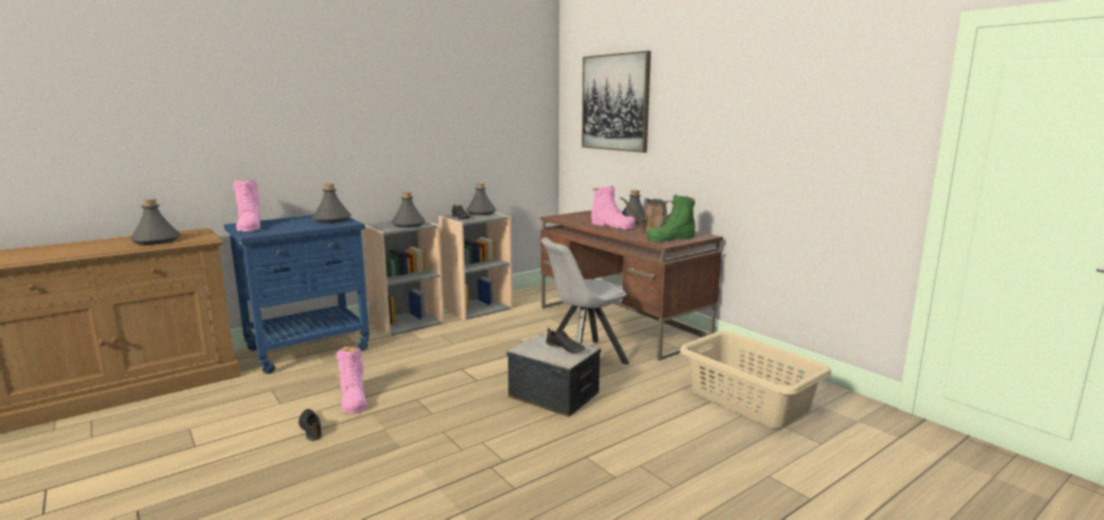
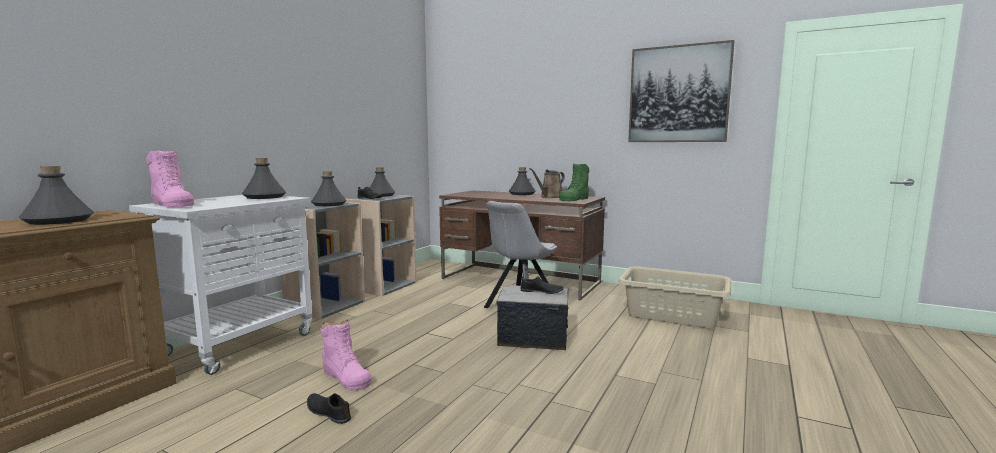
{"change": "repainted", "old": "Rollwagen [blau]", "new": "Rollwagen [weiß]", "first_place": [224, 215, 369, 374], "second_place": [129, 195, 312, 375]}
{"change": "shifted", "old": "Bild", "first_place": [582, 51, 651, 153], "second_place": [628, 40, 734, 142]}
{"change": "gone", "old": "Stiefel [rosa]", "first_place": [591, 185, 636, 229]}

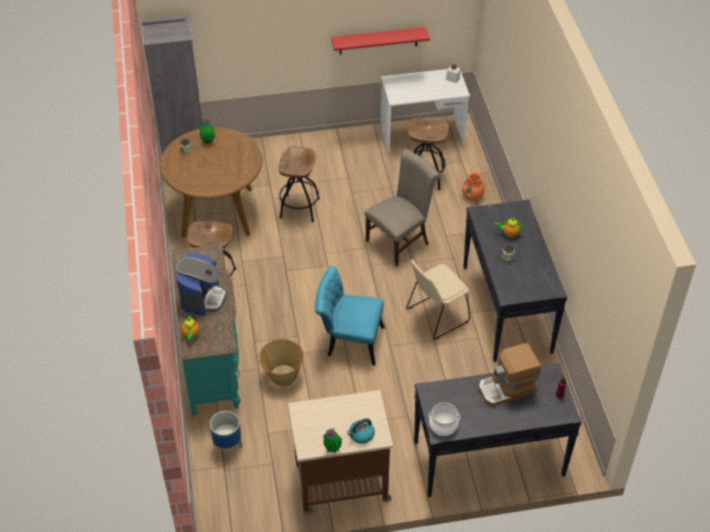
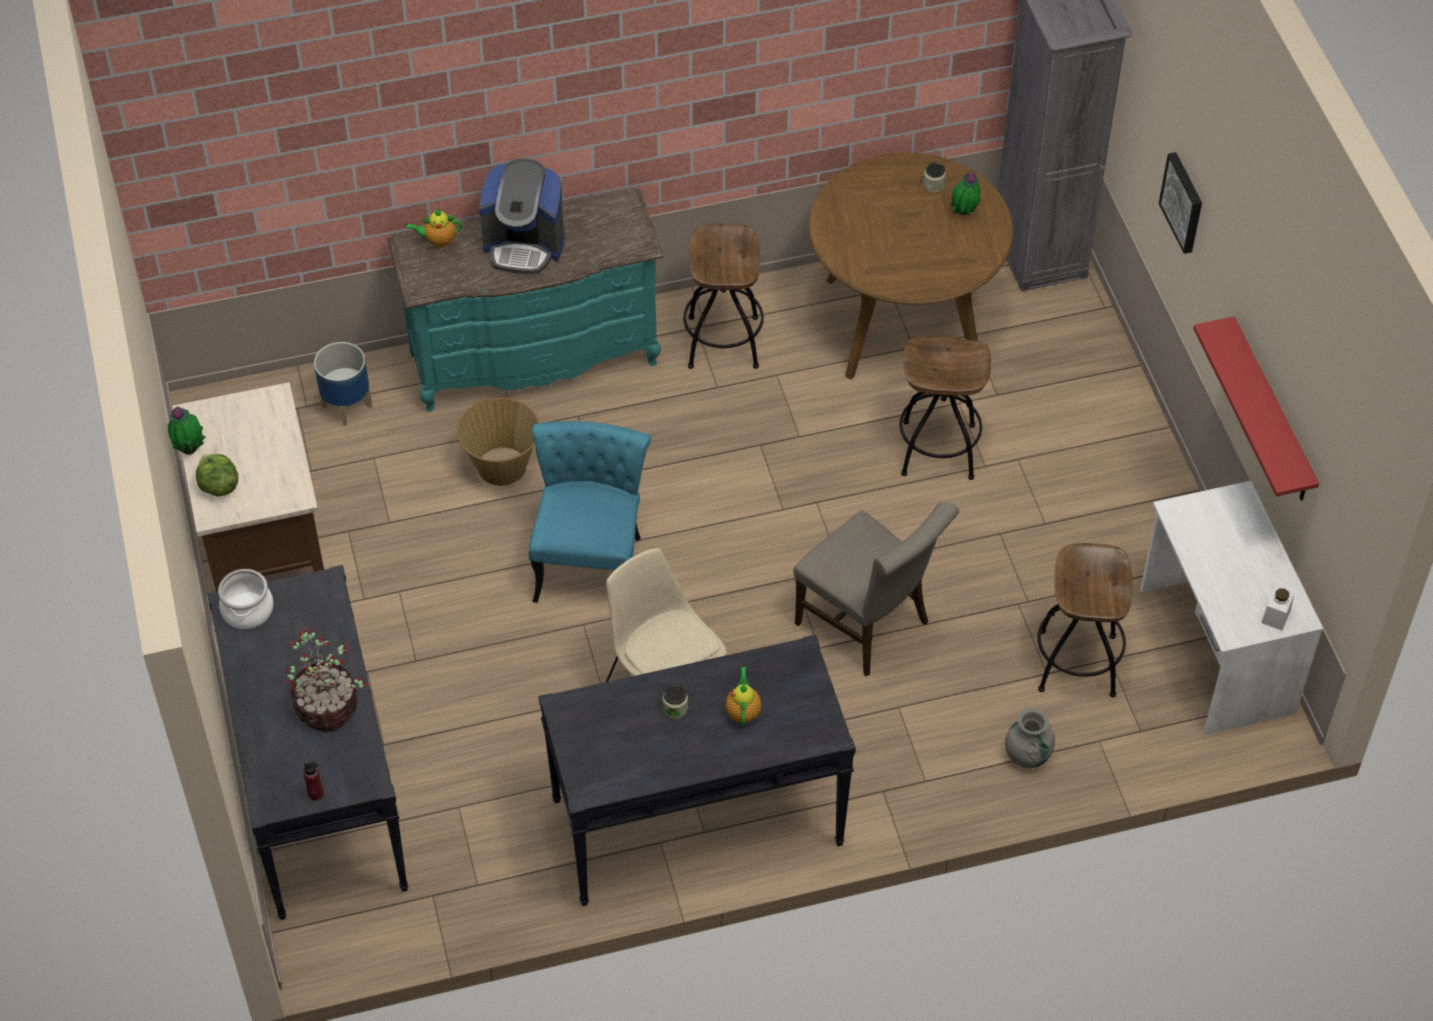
{"change": "swapped", "old": "Wasserkessel", "new": "Salatkopf", "first_place": [347, 418, 375, 444], "second_place": [196, 454, 238, 497]}
{"change": "repainted", "old": "Vase [orange]", "new": "Vase [grau]", "first_place": [462, 172, 485, 201], "second_place": [1005, 708, 1055, 768]}
{"change": "swapped", "old": "Kaffeemaschine", "new": "Topfpflanze", "first_place": [478, 343, 541, 407], "second_place": [285, 629, 368, 732]}
{"change": "new", "new": "Bild", "second_place": [1159, 152, 1202, 254]}

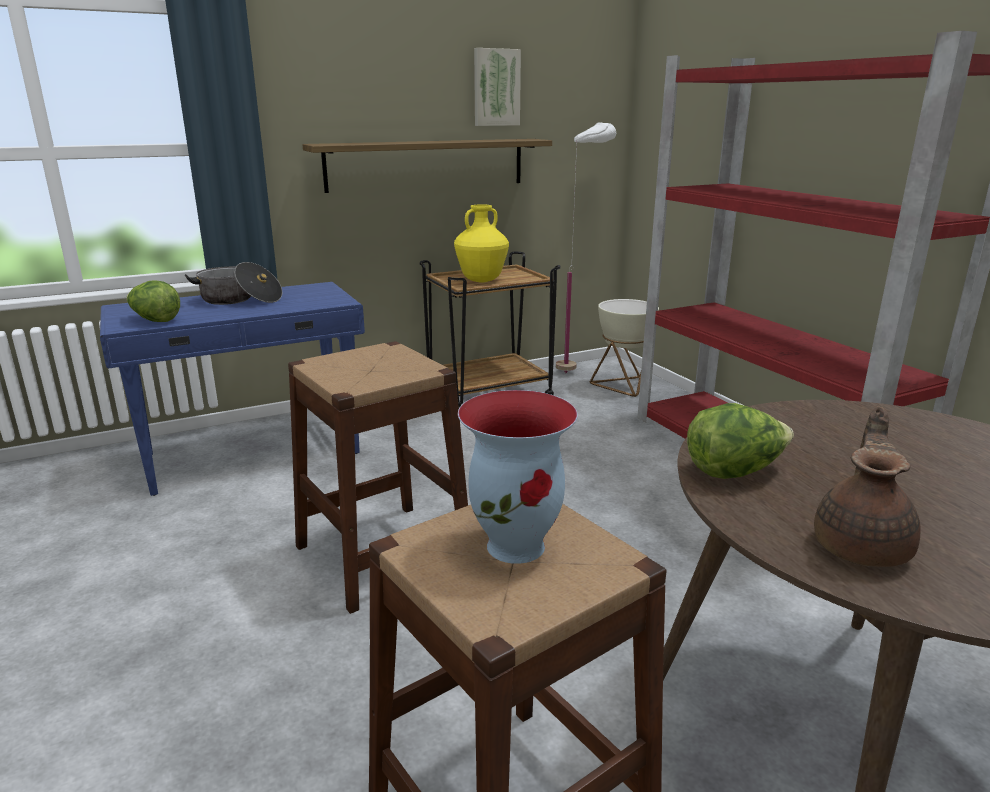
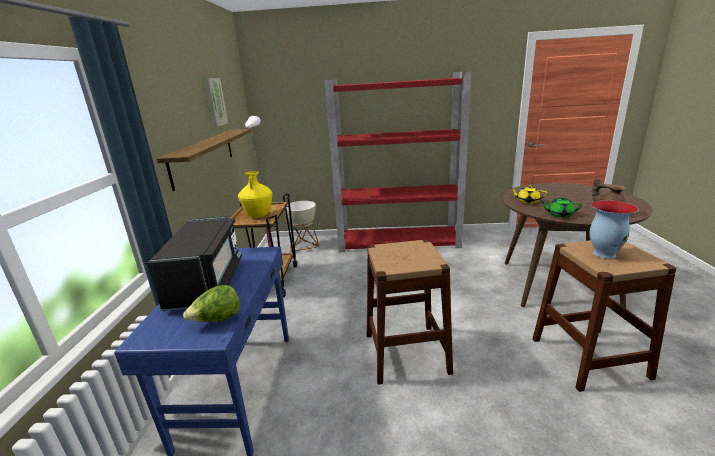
{"change": "swapped", "old": "Kochtopf", "new": "Mikrowelle [schwarz]", "first_place": [185, 262, 282, 305], "second_place": [147, 216, 242, 311]}
{"change": "swapped", "old": "Salatkopf", "new": "Teekanne [grün]", "first_place": [687, 403, 794, 479], "second_place": [541, 197, 582, 218]}
{"change": "new", "new": "Teekanne [gelb]", "second_place": [511, 185, 547, 204]}

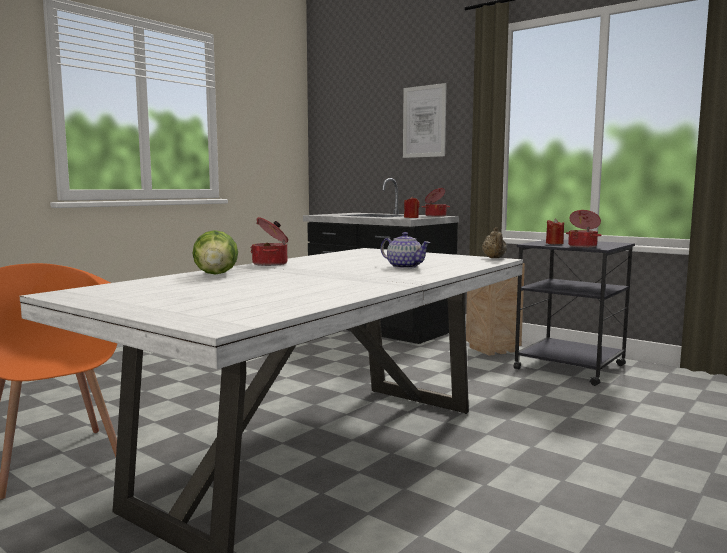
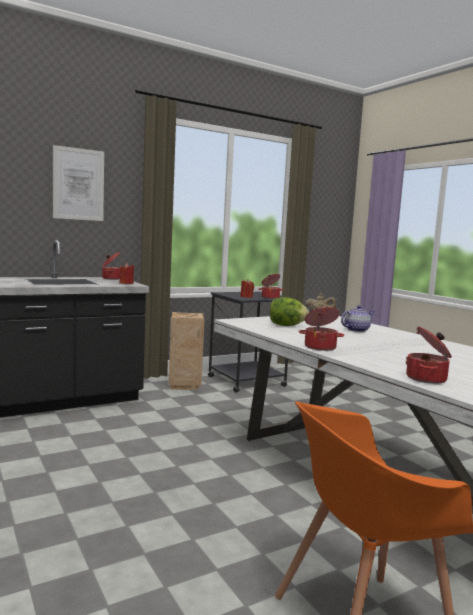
{"change": "shifted", "old": "Salatkopf", "first_place": [192, 230, 238, 275], "second_place": [270, 297, 309, 326]}
{"change": "new", "new": "Kochtopf", "second_place": [406, 327, 452, 384]}

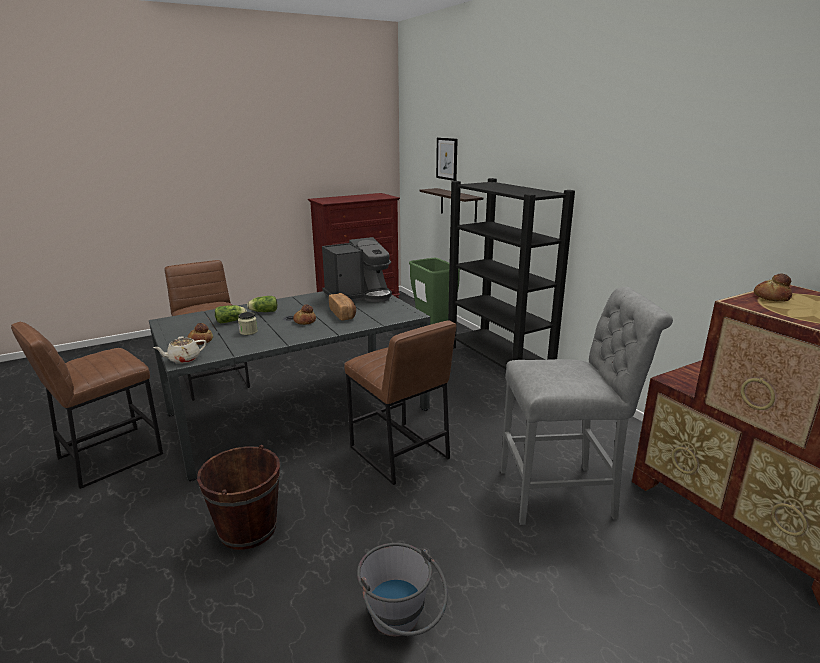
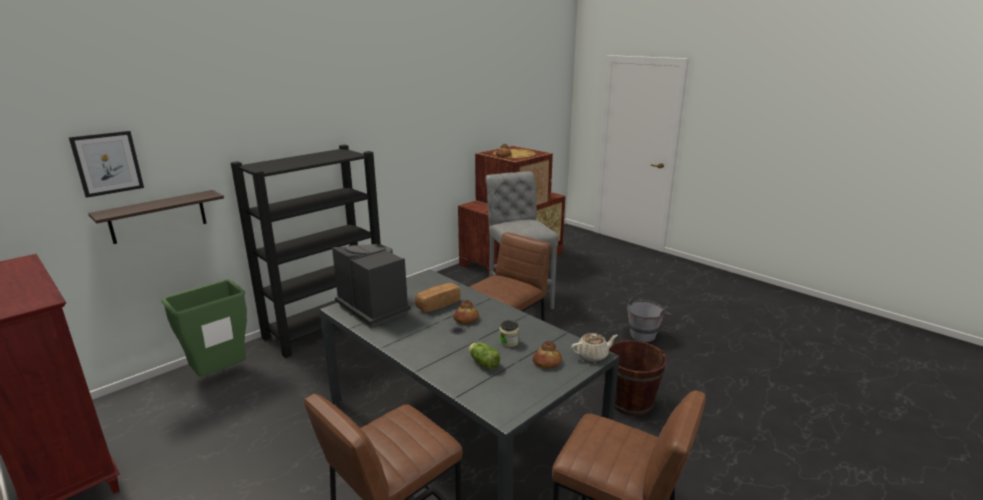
{"change": "rotated", "old": "Teekanne [beige]", "first_place": [153, 336, 207, 364], "second_place": [571, 333, 618, 362], "degrees": -60}
{"change": "gone", "old": "Salatkopf", "first_place": [247, 296, 277, 312]}

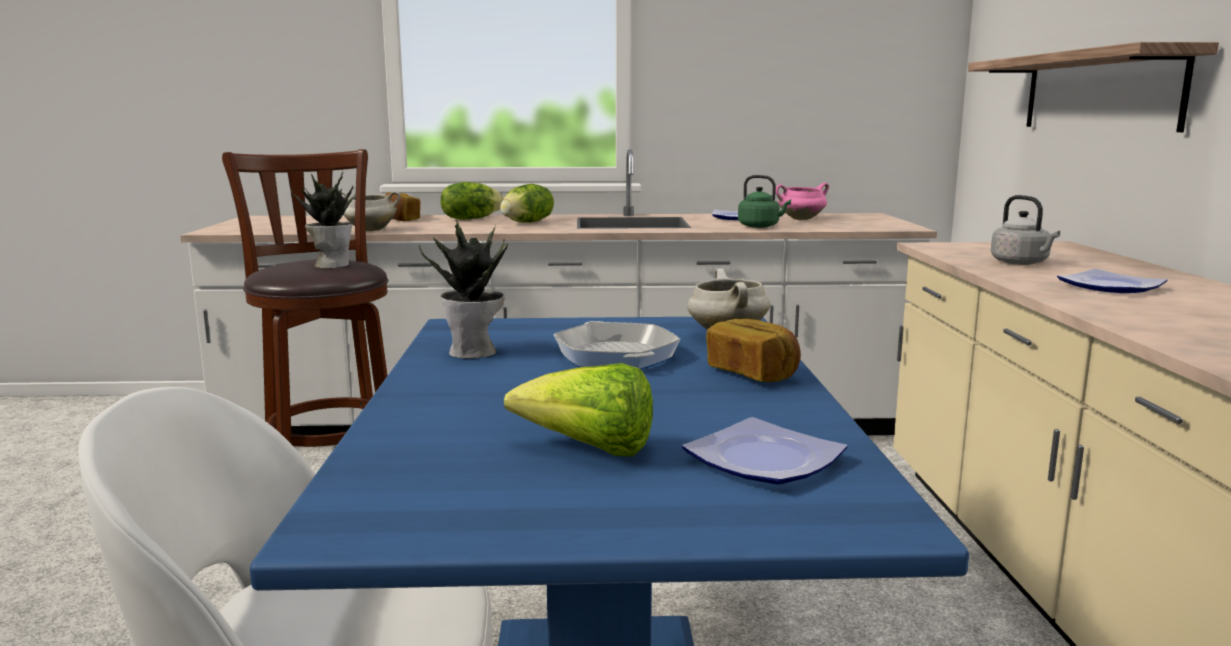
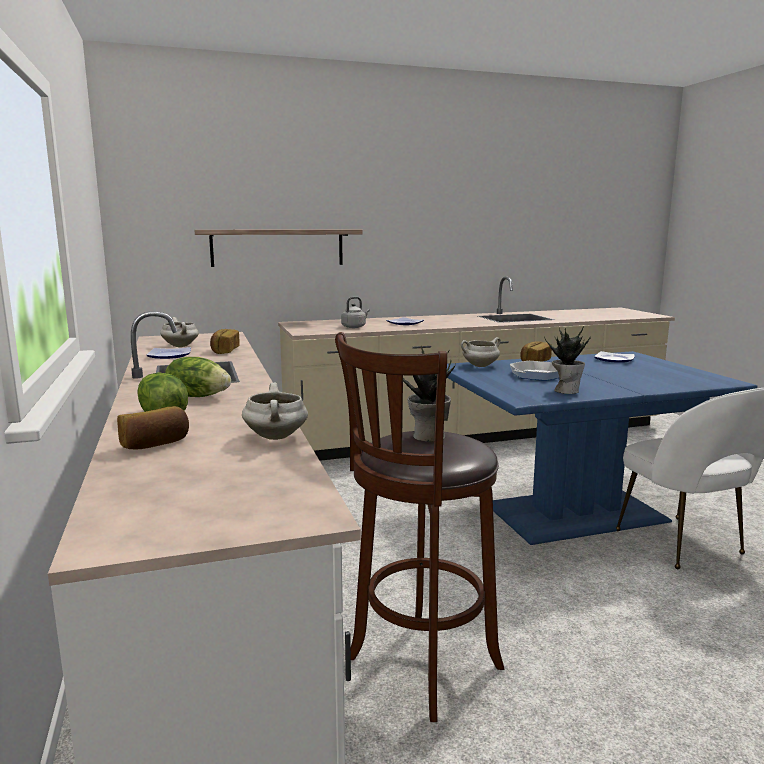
{"change": "gone", "old": "Salatkopf", "first_place": [504, 363, 653, 457]}
{"change": "swapped", "old": "Wasserkessel [grün]", "new": "Brot", "first_place": [738, 175, 791, 228], "second_place": [210, 329, 240, 354]}
{"change": "repainted", "old": "Kochtopf [rosa]", "new": "Kochtopf [weiß]", "first_place": [776, 183, 829, 220], "second_place": [160, 317, 199, 347]}

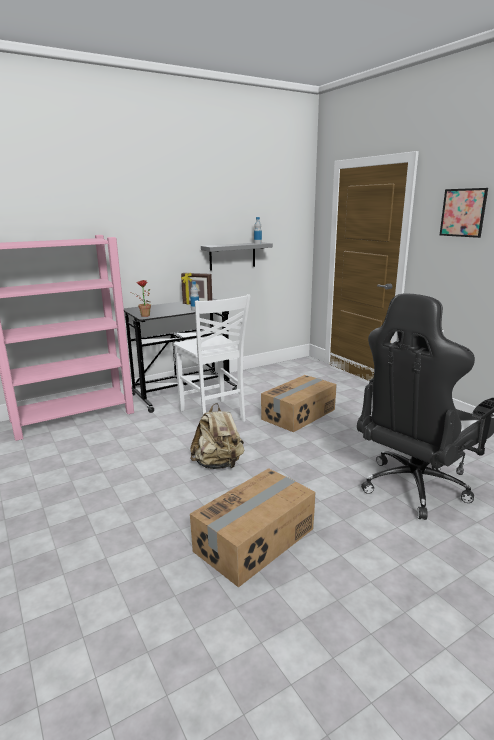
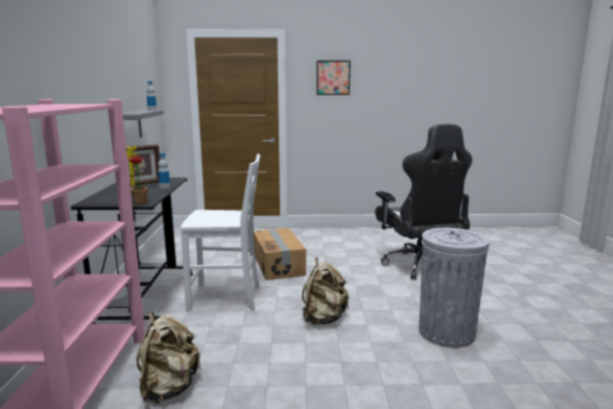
{"change": "swapped", "old": "Karton", "new": "Mülleimer [grau]", "first_place": [190, 468, 315, 588], "second_place": [419, 228, 490, 348]}
{"change": "new", "new": "Rucksack [beige]", "second_place": [136, 312, 201, 404]}

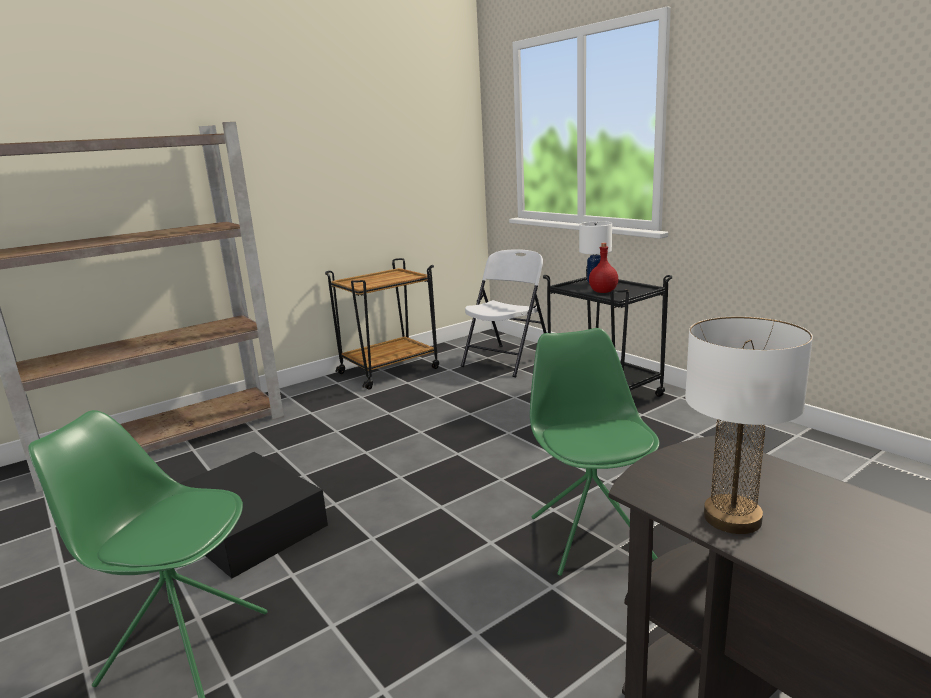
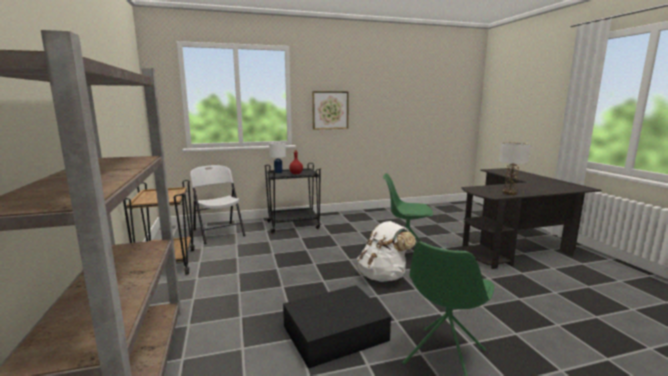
{"change": "new", "new": "Bild", "second_place": [312, 91, 349, 130]}
{"change": "new", "new": "Rucksack [weiß]", "second_place": [357, 221, 416, 282]}

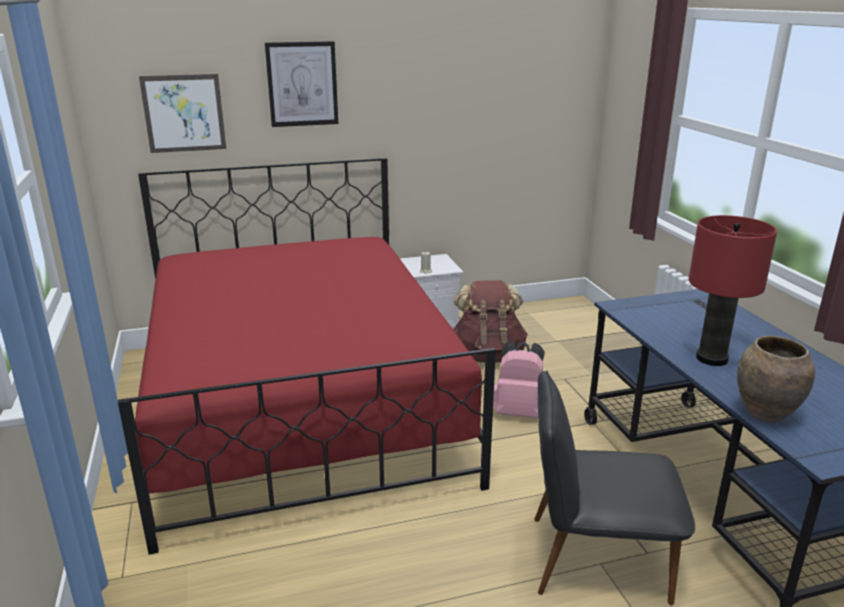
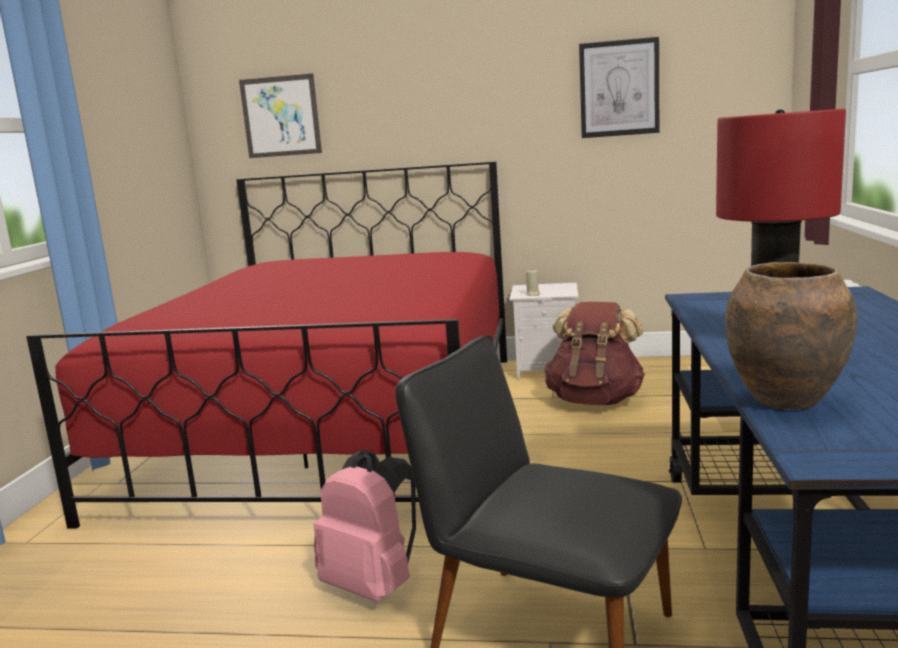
{"change": "shifted", "old": "Bild", "first_place": [265, 41, 338, 127], "second_place": [579, 37, 659, 138]}
{"change": "shifted", "old": "Rucksack [rosa]", "first_place": [493, 341, 545, 418], "second_place": [314, 450, 416, 602]}

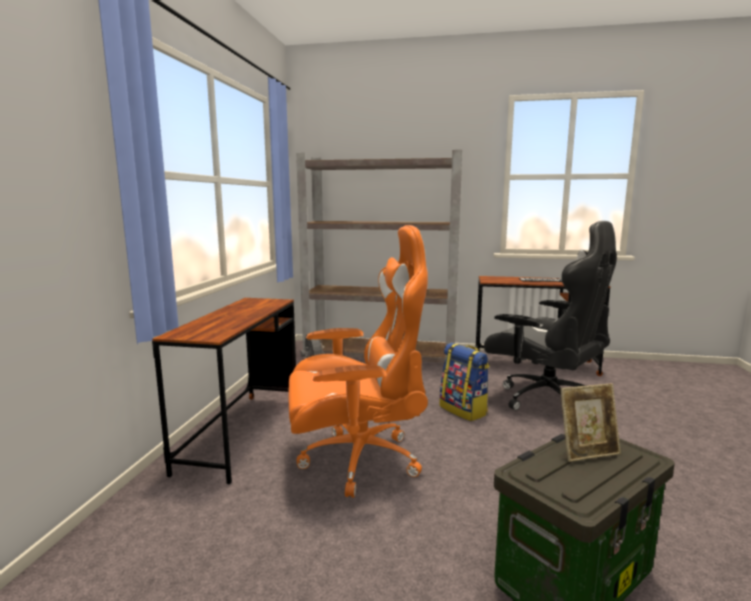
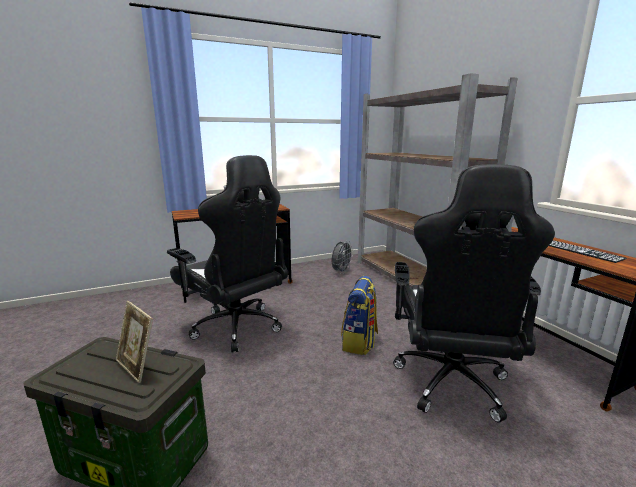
{"change": "repainted", "old": "Bürostuhl [orange]", "new": "Bürostuhl [schwarz]", "first_place": [289, 225, 428, 497], "second_place": [167, 155, 288, 352]}

